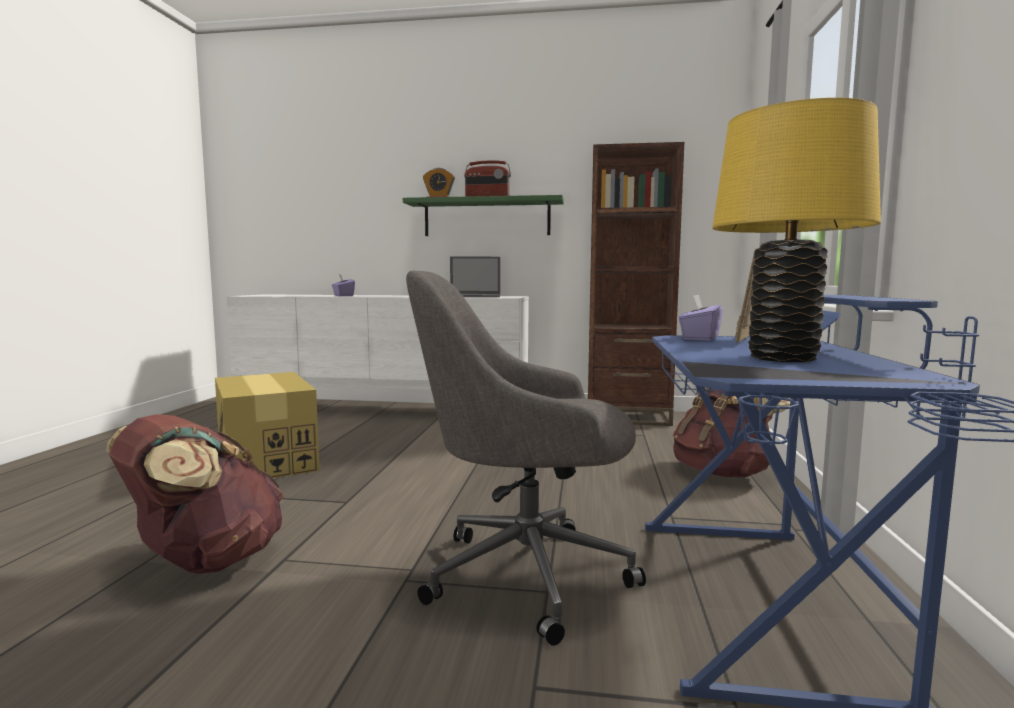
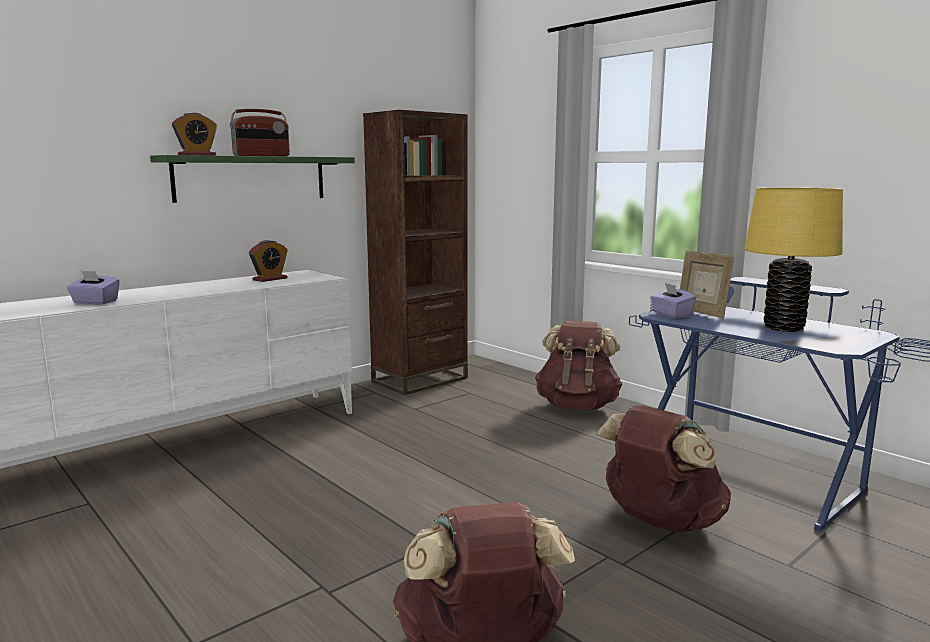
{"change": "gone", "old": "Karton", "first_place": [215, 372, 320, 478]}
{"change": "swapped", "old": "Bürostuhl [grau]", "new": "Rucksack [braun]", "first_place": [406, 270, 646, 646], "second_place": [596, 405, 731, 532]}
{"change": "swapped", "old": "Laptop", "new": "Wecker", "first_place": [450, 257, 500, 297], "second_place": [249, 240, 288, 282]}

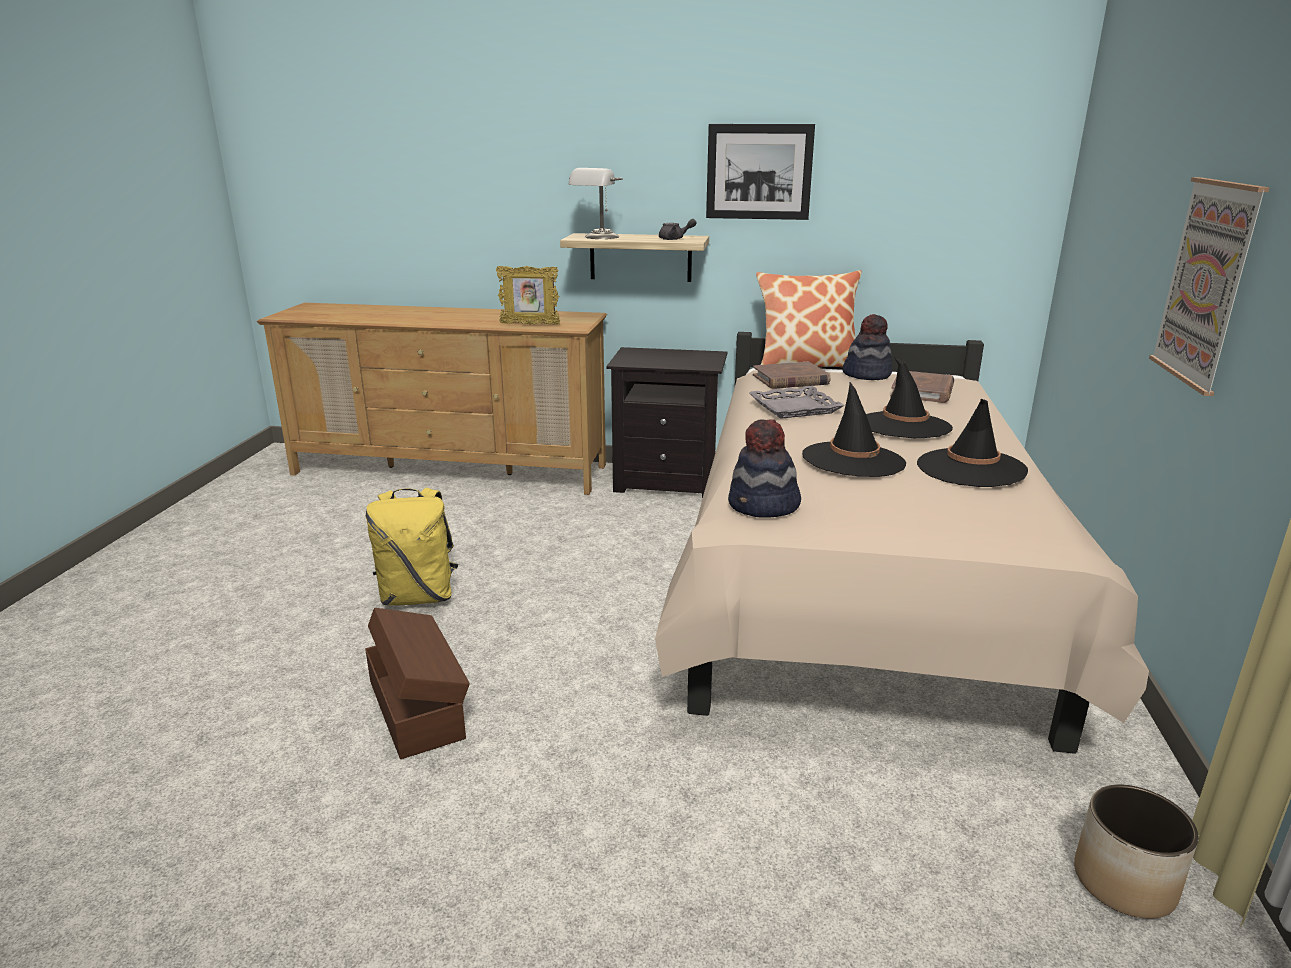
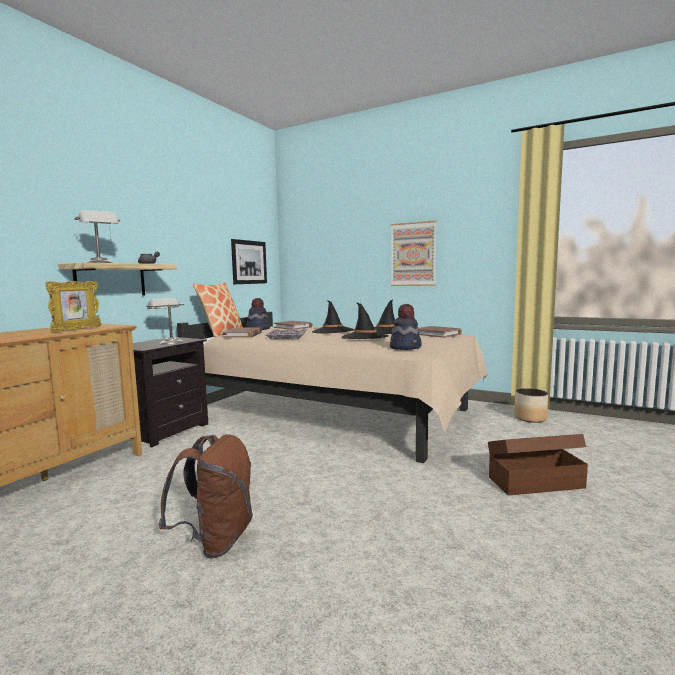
{"change": "shifted", "old": "Aufbewahrungsbox [braun]", "first_place": [365, 608, 470, 759], "second_place": [488, 434, 588, 495]}
{"change": "repainted", "old": "Rucksack [gelb]", "new": "Rucksack [braun]", "first_place": [366, 487, 458, 606], "second_place": [159, 434, 253, 559]}
{"change": "shifted", "old": "Bild", "first_place": [706, 124, 815, 220], "second_place": [231, 239, 267, 284]}
{"change": "new", "new": "Tischlampe [weiß]", "second_place": [146, 298, 184, 345]}
{"change": "new", "new": "Buch [braun]", "second_place": [419, 326, 462, 338]}

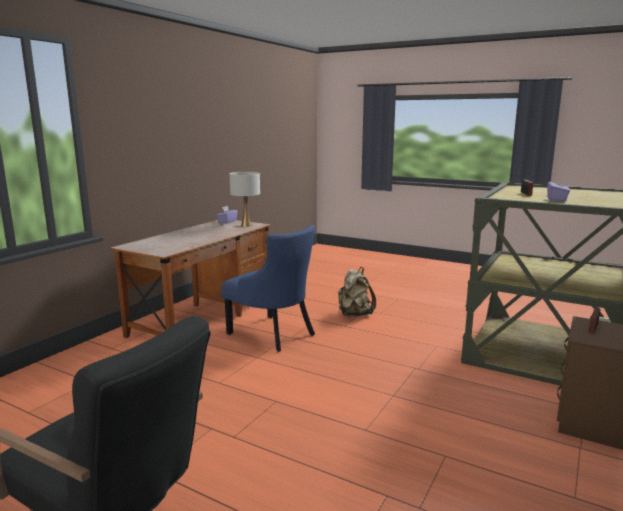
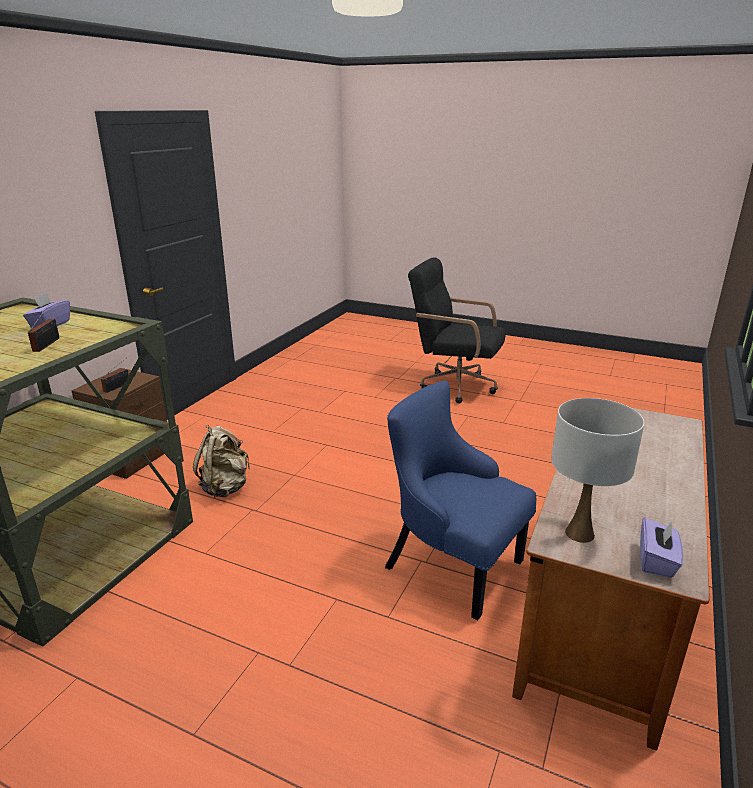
{"change": "shifted", "old": "Rucksack [beige]", "first_place": [338, 267, 376, 317], "second_place": [193, 425, 250, 497]}

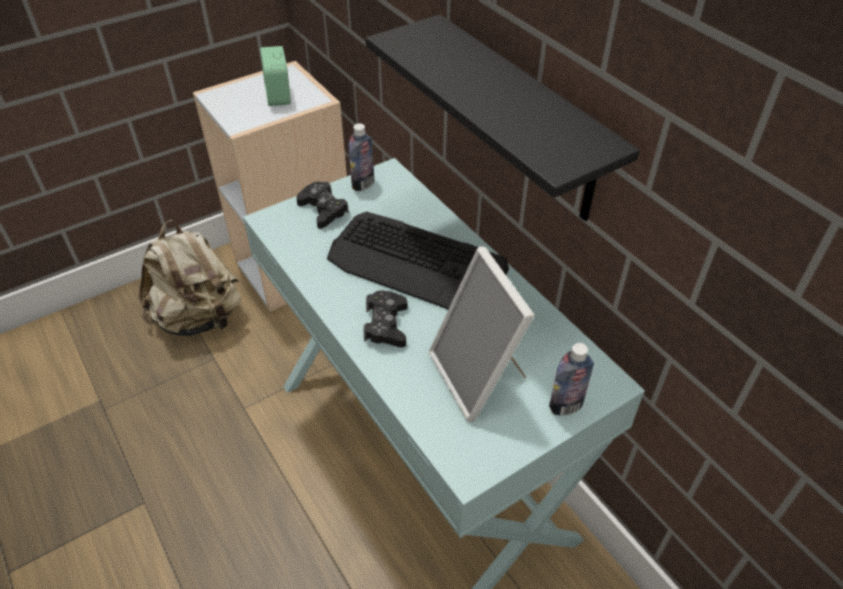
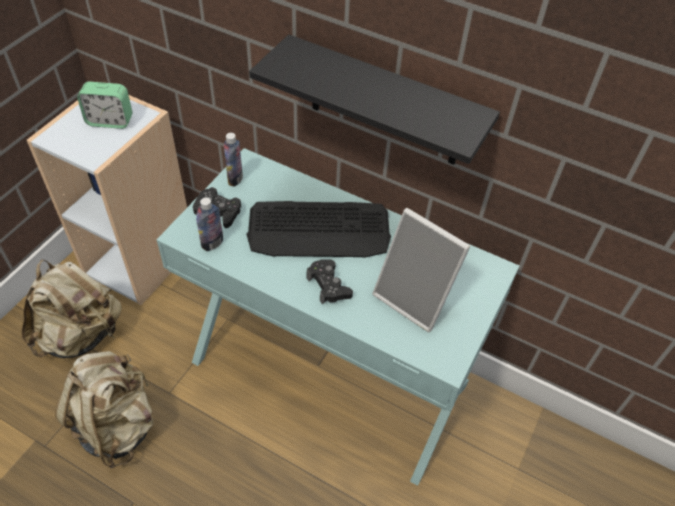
{"change": "rotated", "old": "Wecker", "first_place": [260, 46, 291, 106], "second_place": [77, 81, 133, 129], "degrees": -45}
{"change": "shifted", "old": "Flasche", "first_place": [549, 343, 594, 415], "second_place": [196, 198, 223, 251]}
{"change": "new", "new": "Rucksack [beige]", "second_place": [55, 351, 153, 468]}

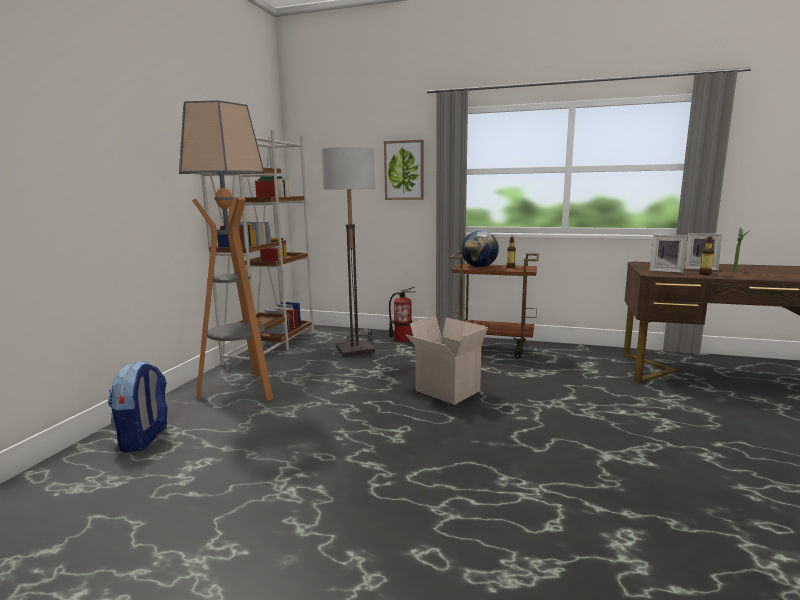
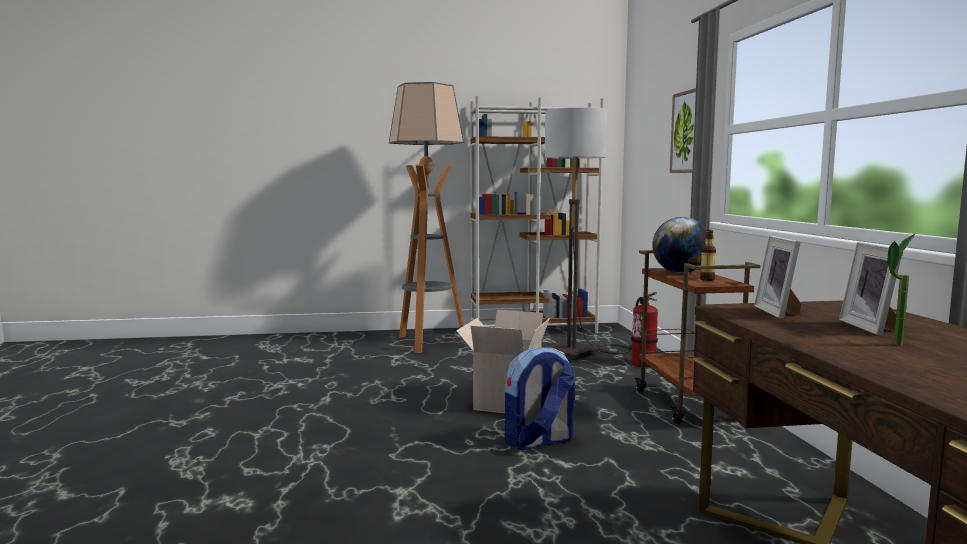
{"change": "shifted", "old": "Rucksack", "first_place": [108, 361, 167, 453], "second_place": [504, 347, 575, 450]}
{"change": "gone", "old": "Flasche", "first_place": [699, 236, 714, 275]}

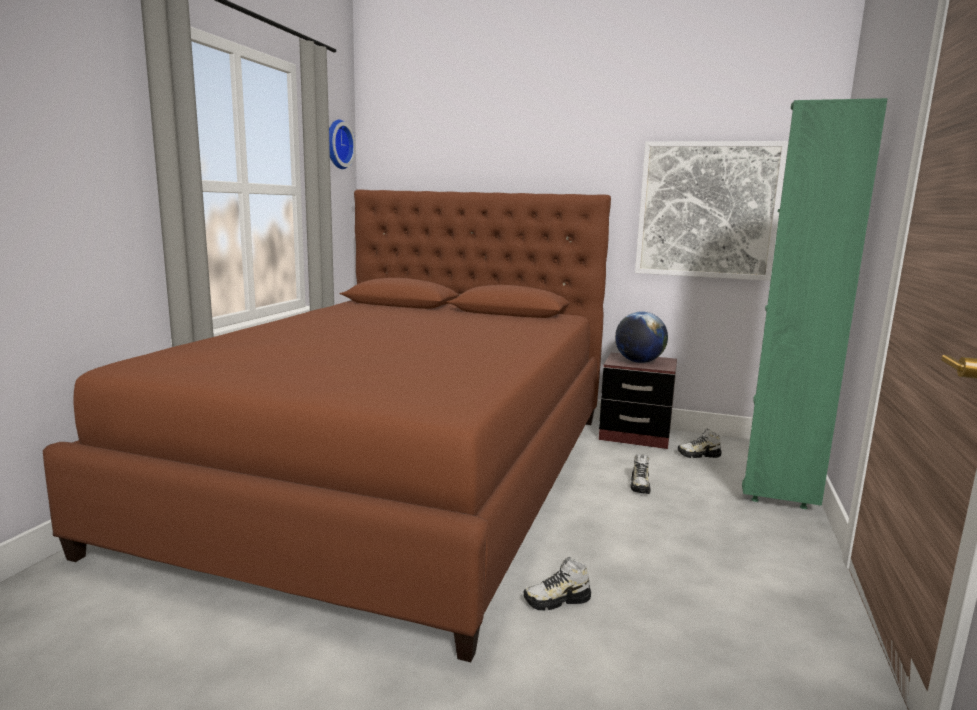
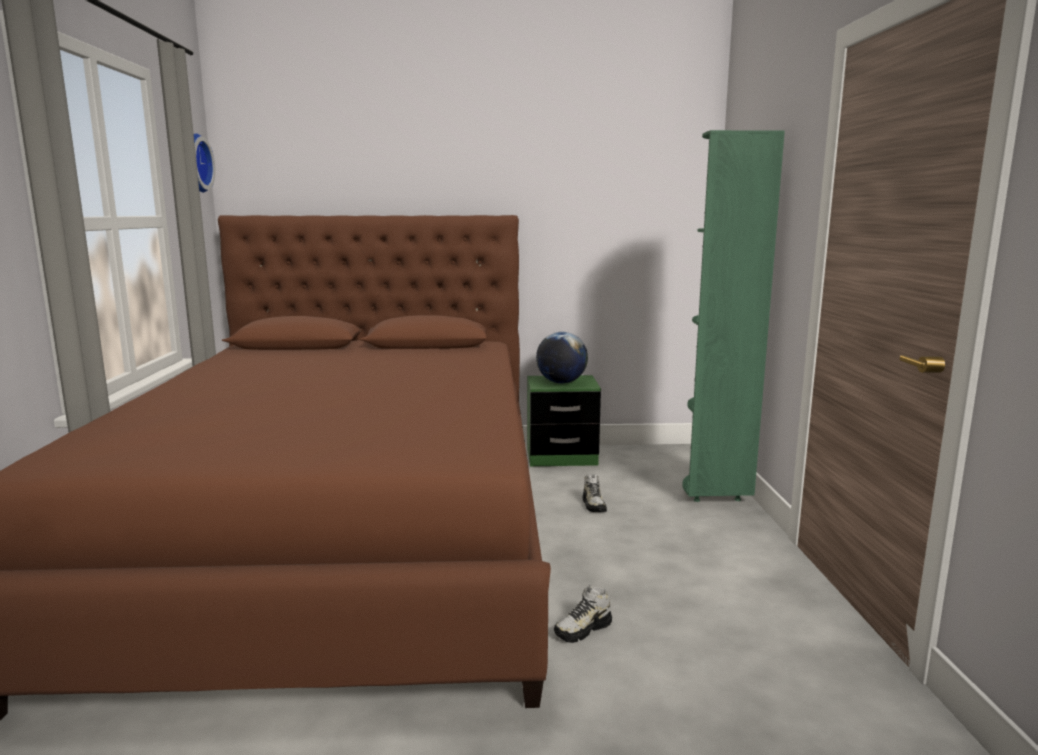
{"change": "repainted", "old": "Nachttisch [braun]", "new": "Nachttisch [grün]", "first_place": [599, 353, 677, 449], "second_place": [527, 375, 601, 466]}
{"change": "gone", "old": "Bild", "first_place": [635, 141, 788, 281]}
{"change": "gone", "old": "Schuh", "first_place": [678, 429, 722, 458]}

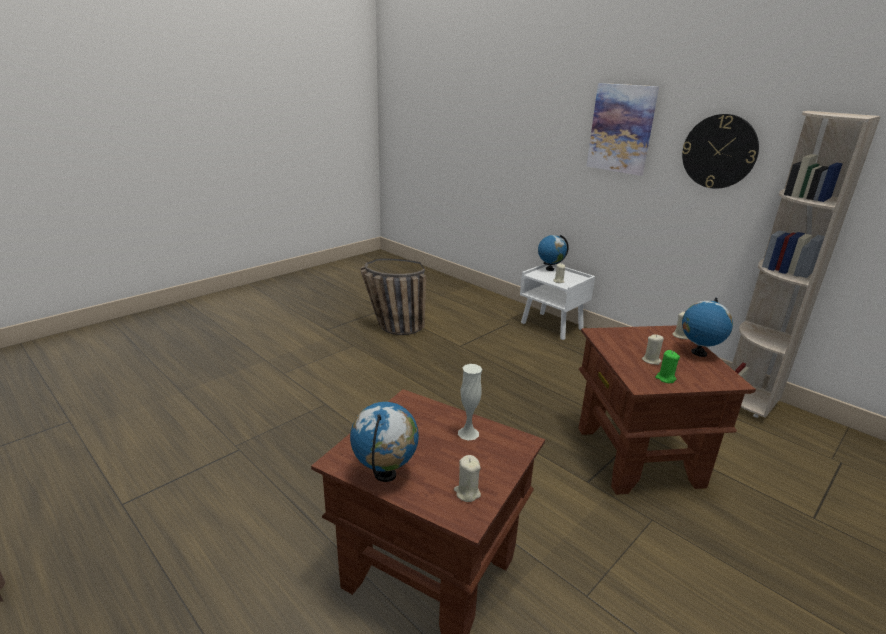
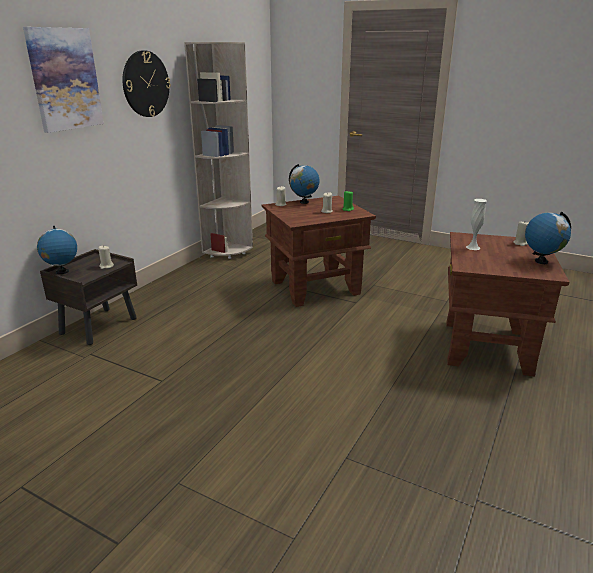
{"change": "gone", "old": "Korb", "first_place": [360, 258, 426, 335]}
{"change": "repainted", "old": "Nachttisch [weiß]", "new": "Nachttisch [braun]", "first_place": [520, 264, 595, 340], "second_place": [40, 249, 137, 345]}

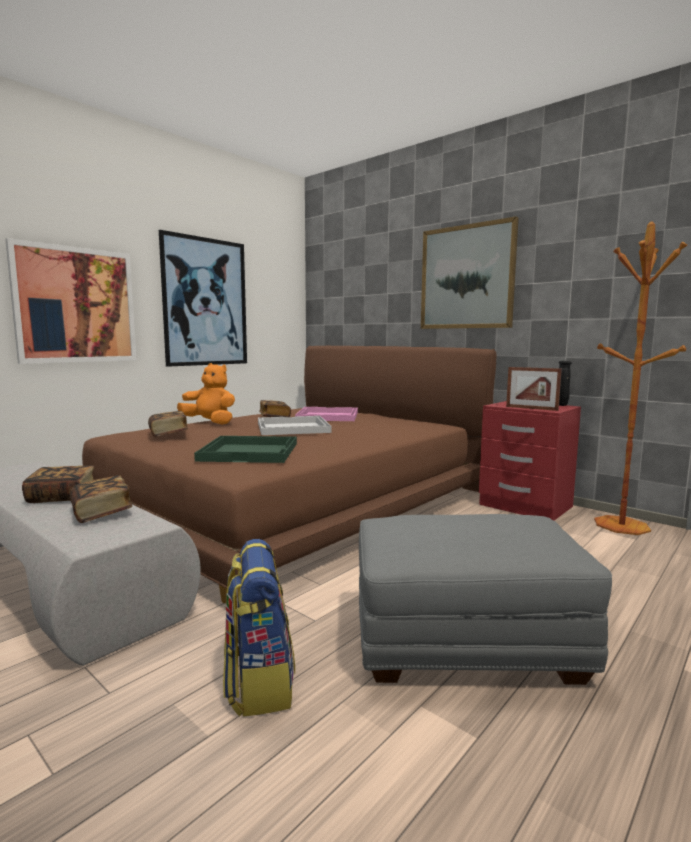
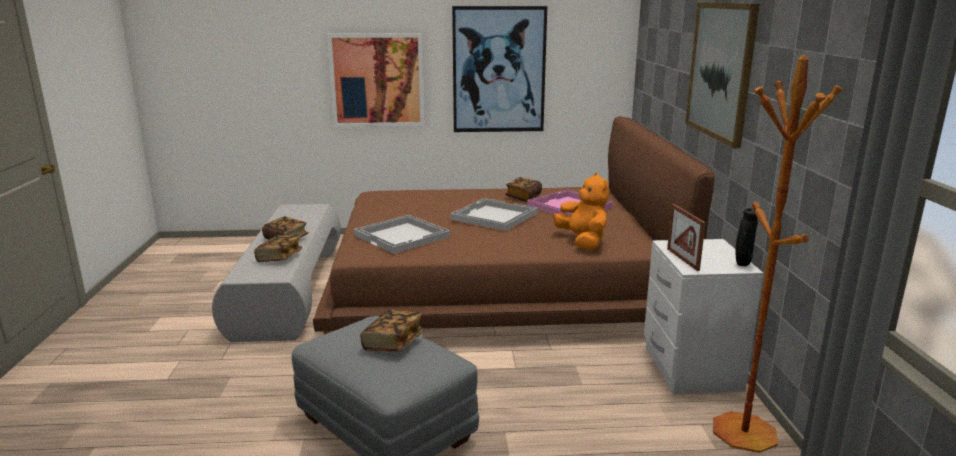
{"change": "shifted", "old": "Buch", "first_place": [148, 411, 188, 437], "second_place": [360, 310, 424, 352]}
{"change": "shifted", "old": "Plüschtier [orange]", "first_place": [177, 363, 235, 425], "second_place": [553, 173, 609, 250]}
{"change": "repainted", "old": "Tablett [grün]", "new": "Tablett [weiß]", "first_place": [194, 436, 297, 463], "second_place": [354, 215, 450, 254]}
{"change": "gone", "old": "Rucksack", "first_place": [223, 539, 295, 717]}
{"change": "repainted", "old": "Nachttisch [rot]", "new": "Nachttisch [weiß]", "first_place": [479, 401, 581, 521], "second_place": [644, 239, 764, 394]}

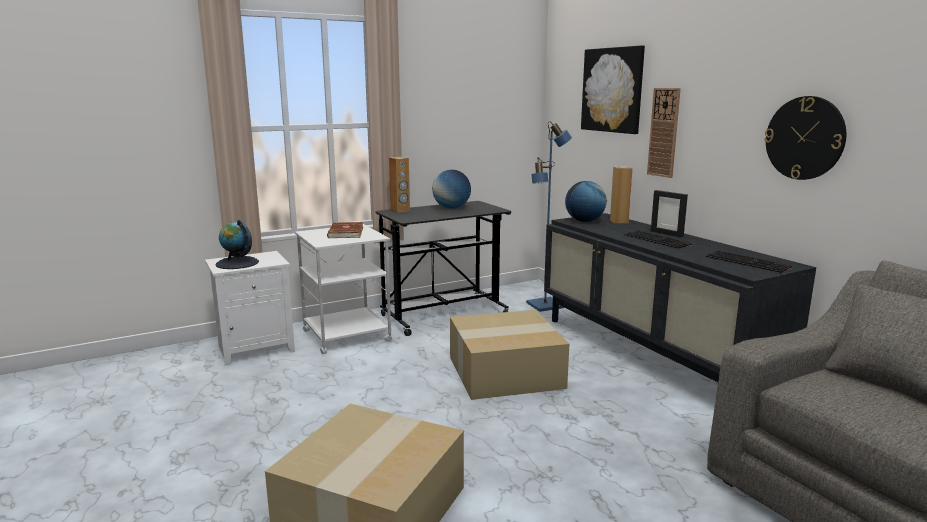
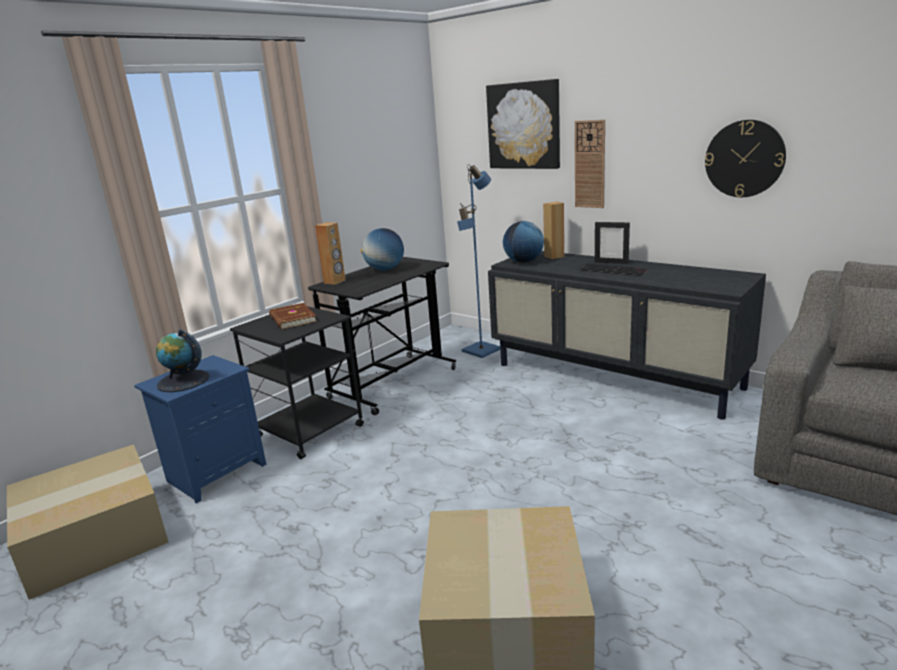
{"change": "repainted", "old": "Nachttisch [weiß]", "new": "Nachttisch [blau]", "first_place": [205, 251, 295, 366], "second_place": [134, 355, 266, 503]}
{"change": "repainted", "old": "Rollwagen [weiß]", "new": "Rollwagen [schwarz]", "first_place": [295, 224, 392, 354], "second_place": [230, 306, 364, 459]}
{"change": "shifted", "old": "Karton", "first_place": [450, 310, 569, 400], "second_place": [7, 444, 169, 600]}
{"change": "gone", "old": "Tastatur", "first_place": [706, 250, 792, 273]}

